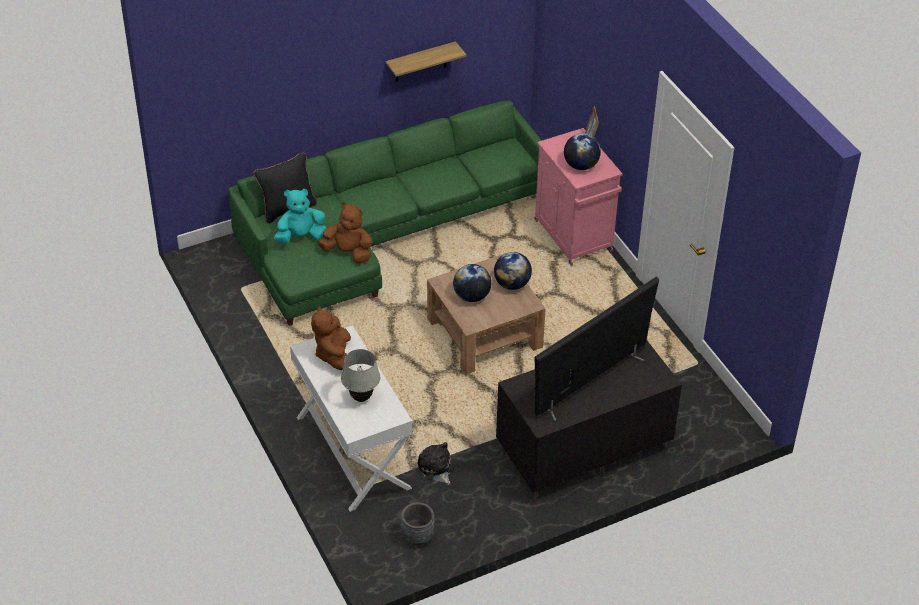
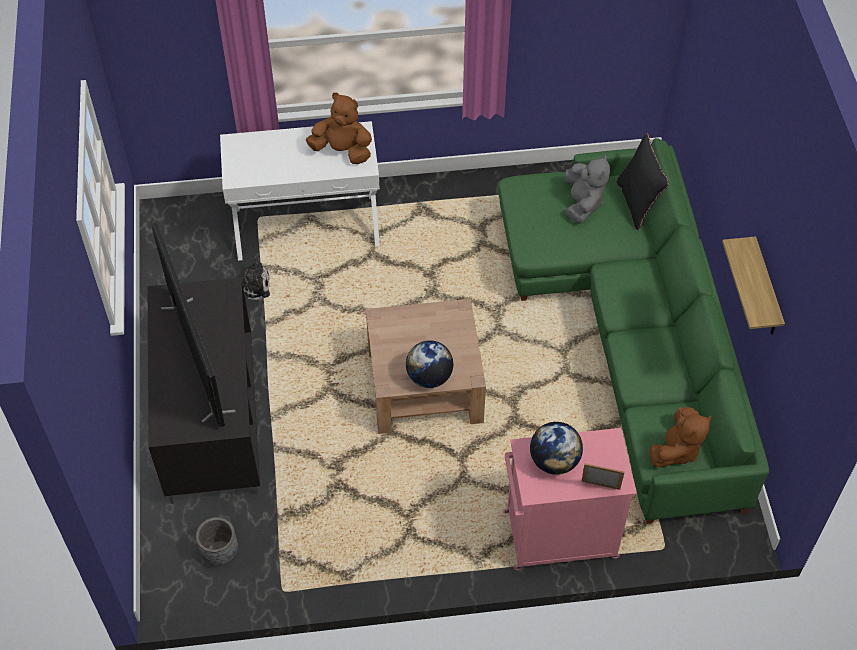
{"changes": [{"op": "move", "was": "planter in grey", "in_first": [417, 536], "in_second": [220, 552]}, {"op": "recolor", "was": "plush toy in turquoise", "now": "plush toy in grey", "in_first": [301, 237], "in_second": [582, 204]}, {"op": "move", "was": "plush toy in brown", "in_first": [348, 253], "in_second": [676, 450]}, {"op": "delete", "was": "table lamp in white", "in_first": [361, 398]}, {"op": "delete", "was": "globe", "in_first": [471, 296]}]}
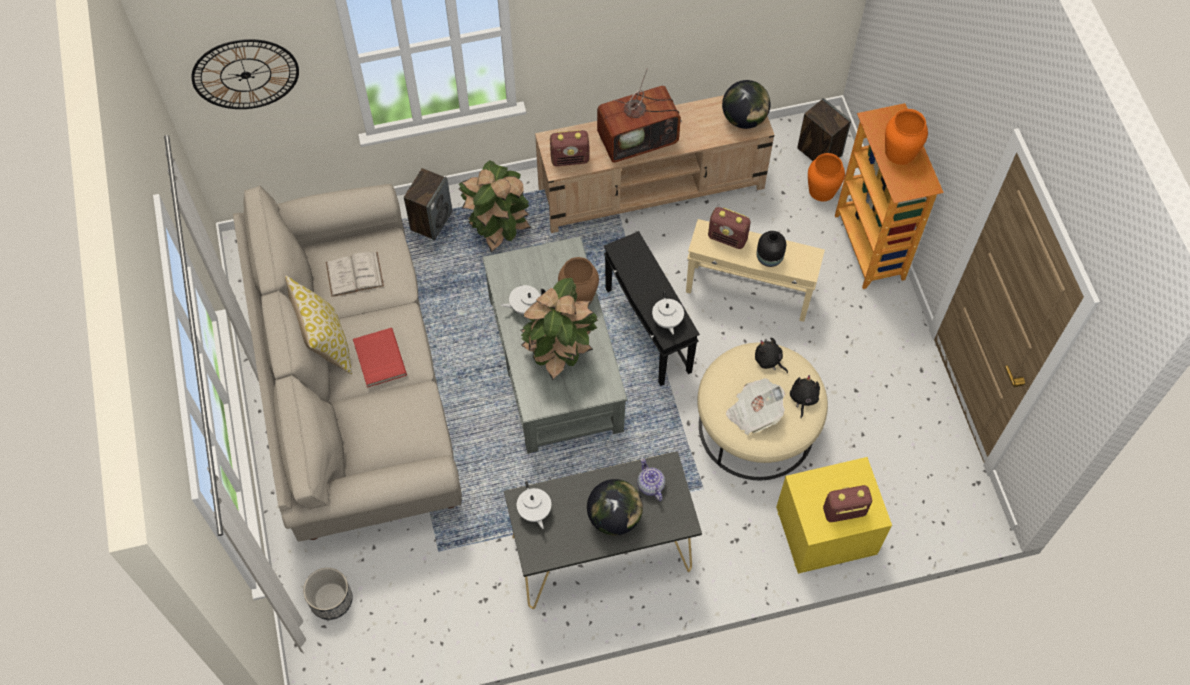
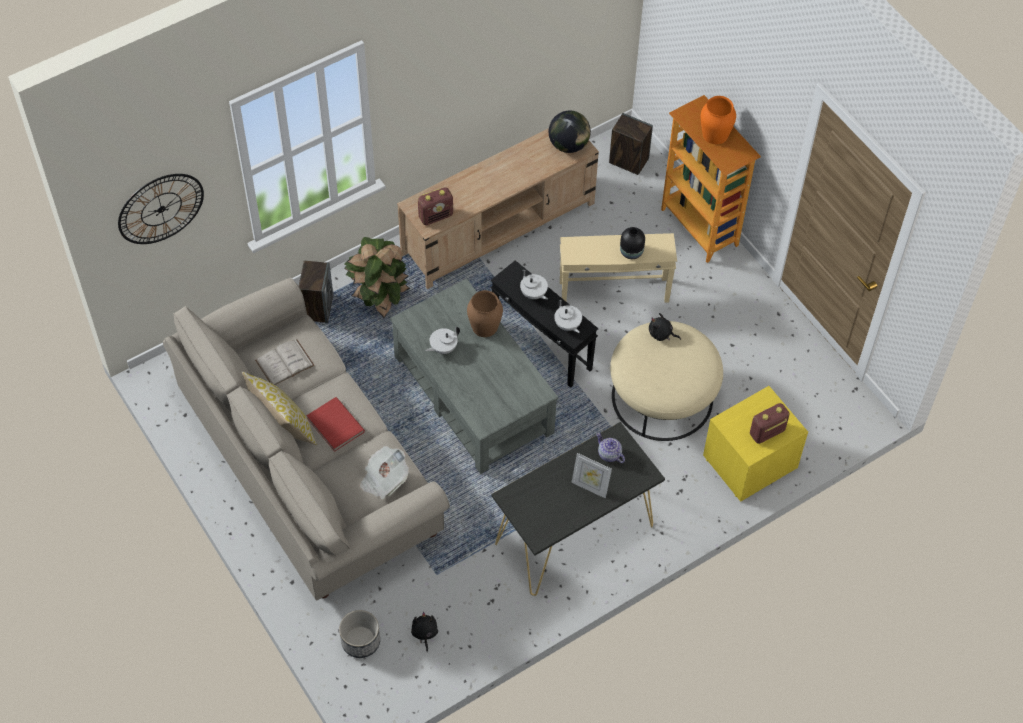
{"changes": [{"op": "move", "was": "newspaper", "in_first": [754, 413], "in_second": [384, 479]}, {"op": "move", "was": "plush toy in black", "in_first": [803, 398], "in_second": [424, 633]}, {"op": "move", "was": "teapot in white", "in_first": [534, 511], "in_second": [533, 294]}, {"op": "replace", "was": "globe", "now": "picture frame", "in_first": [614, 517], "in_second": [590, 487]}, {"op": "delete", "was": "potted plant", "in_first": [559, 353]}, {"op": "delete", "was": "television", "in_first": [639, 137]}, {"op": "delete", "was": "radio", "in_first": [728, 238]}, {"op": "delete", "was": "vase in orange", "in_first": [822, 190]}]}
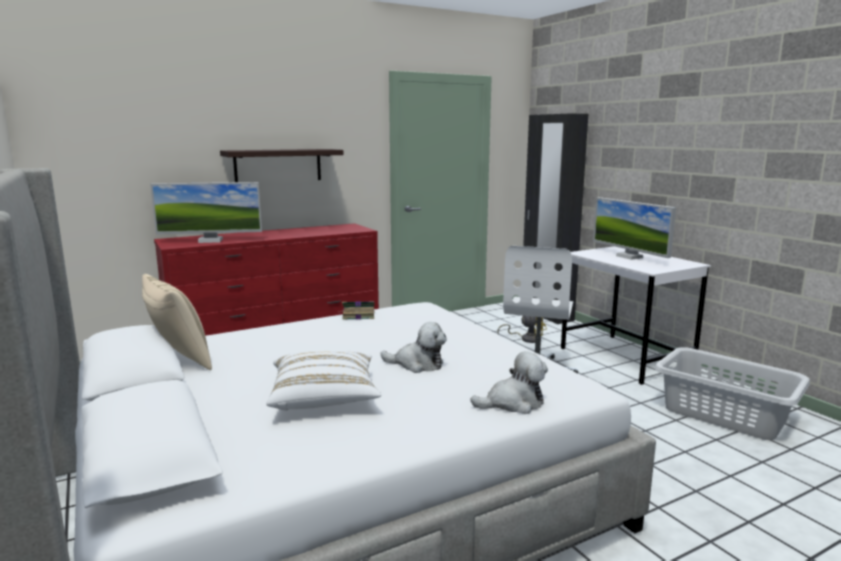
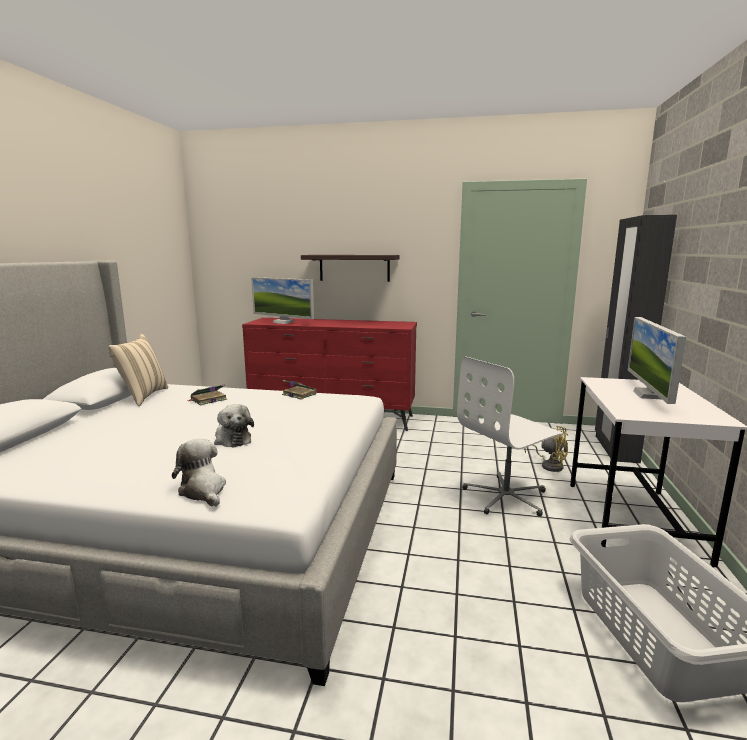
{"changes": [{"op": "rotate", "was": "plush toy", "in_first": [513, 403], "in_second": [203, 491], "clockwise": -150}, {"op": "insert", "now": "book", "in_second": [208, 400]}, {"op": "delete", "was": "pillow in white", "in_first": [324, 398]}]}
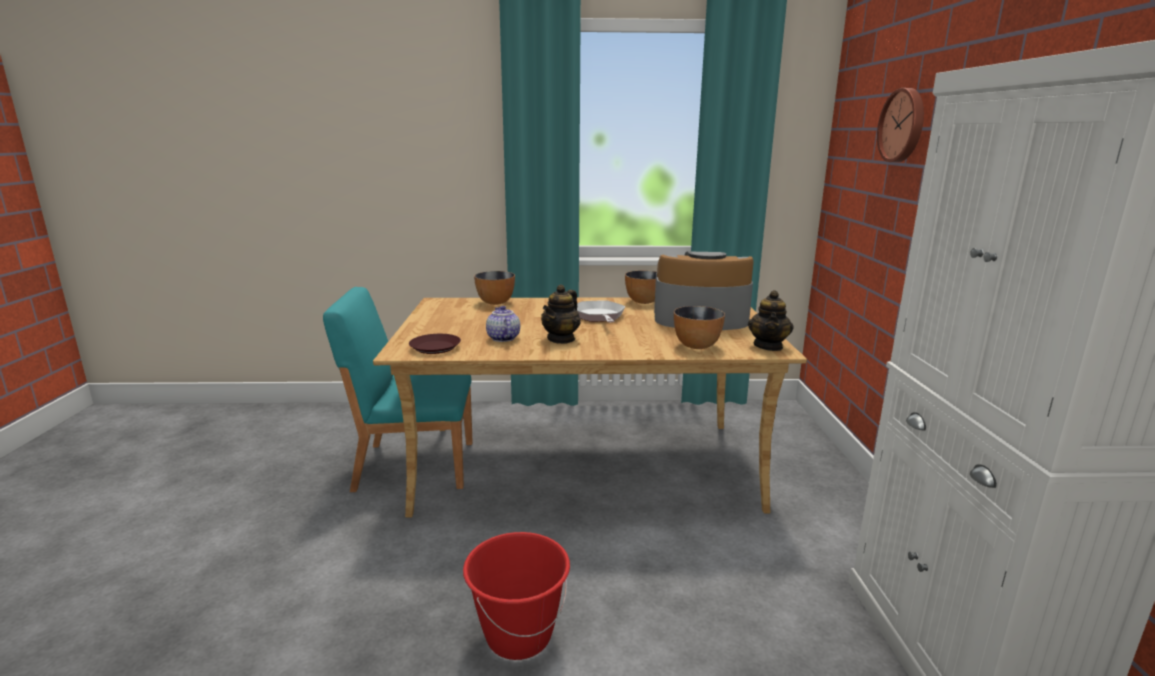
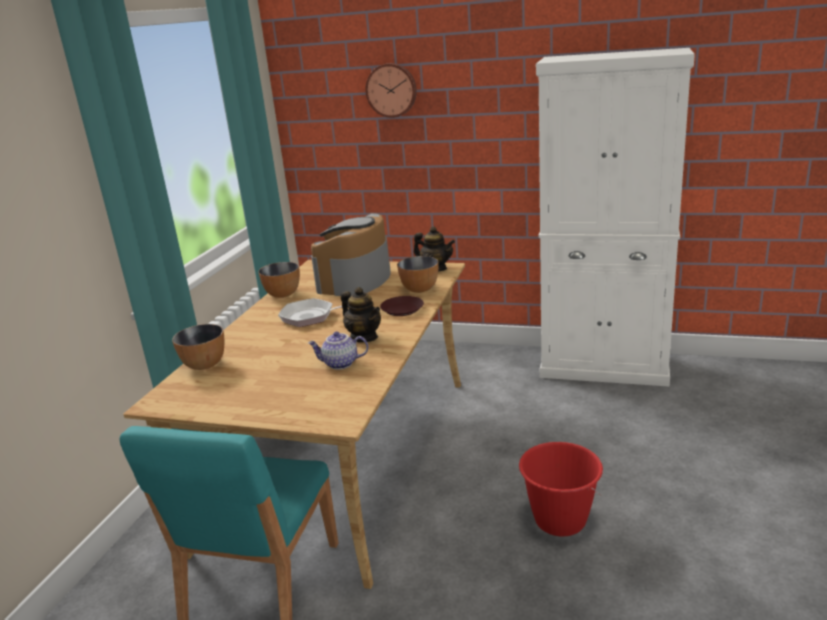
{"changes": [{"op": "move", "was": "plate in brown", "in_first": [435, 347], "in_second": [402, 309]}]}
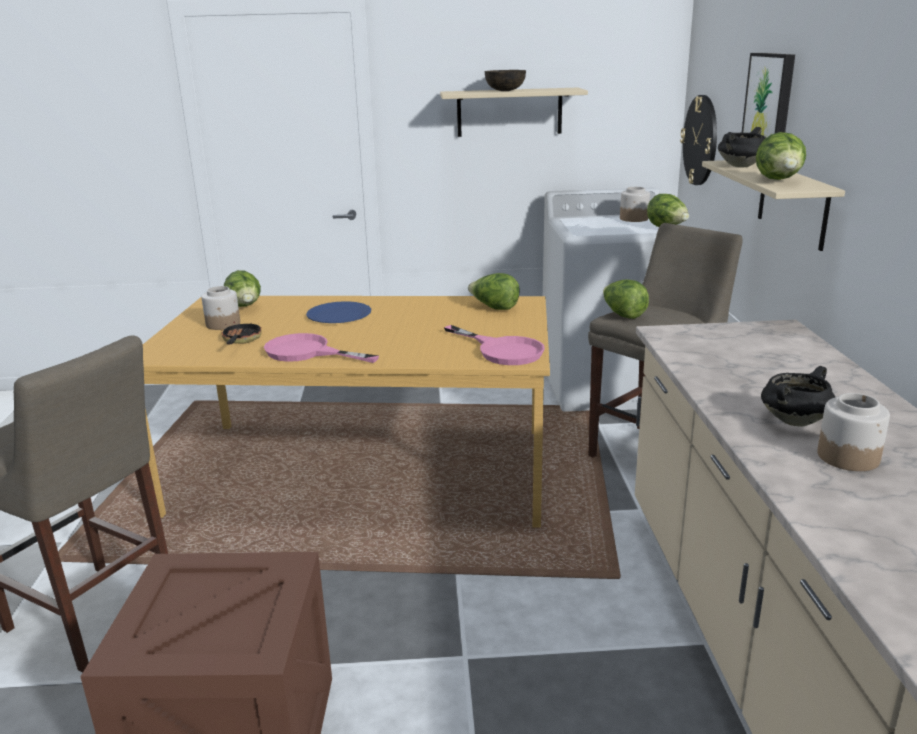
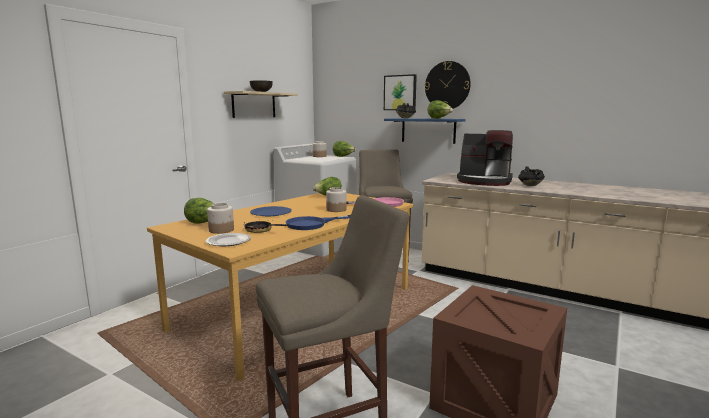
{"changes": [{"op": "insert", "now": "plate", "in_second": [228, 241]}, {"op": "recolor", "was": "frying pan in pink", "now": "frying pan in blue", "in_first": [307, 352], "in_second": [313, 224]}, {"op": "move", "was": "jar", "in_first": [848, 457], "in_second": [336, 209]}, {"op": "recolor", "was": "shelf in beige", "now": "shelf in blue", "in_first": [792, 203], "in_second": [428, 130]}, {"op": "move", "was": "wall clock", "in_first": [700, 140], "in_second": [447, 85]}, {"op": "insert", "now": "coffee machine", "in_second": [484, 181]}, {"op": "delete", "was": "lettuce", "in_first": [623, 315]}]}
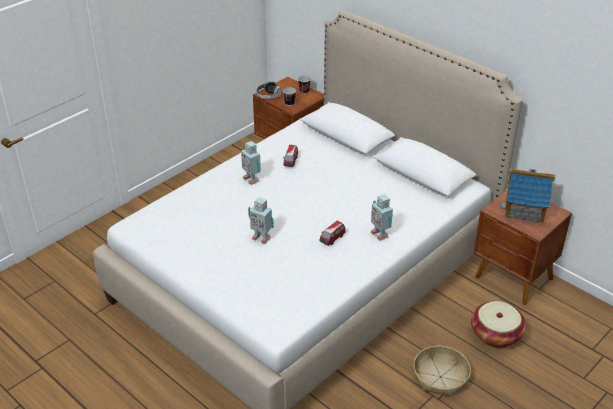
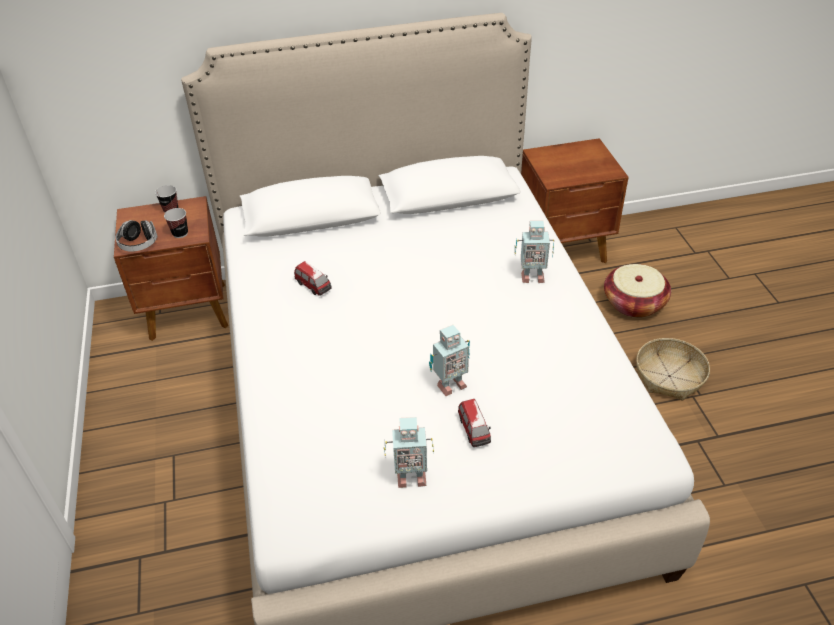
{"changes": [{"op": "move", "was": "toy robot", "in_first": [251, 179], "in_second": [410, 477]}, {"op": "move", "was": "toy car", "in_first": [332, 239], "in_second": [474, 430]}, {"op": "delete", "was": "toy house", "in_first": [525, 209]}]}
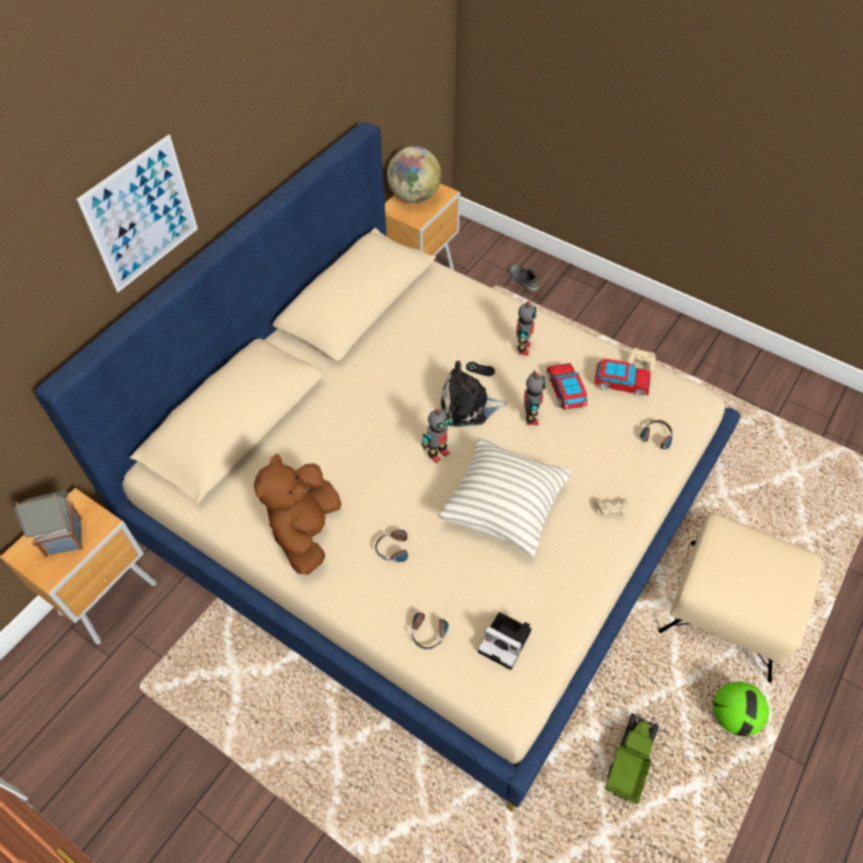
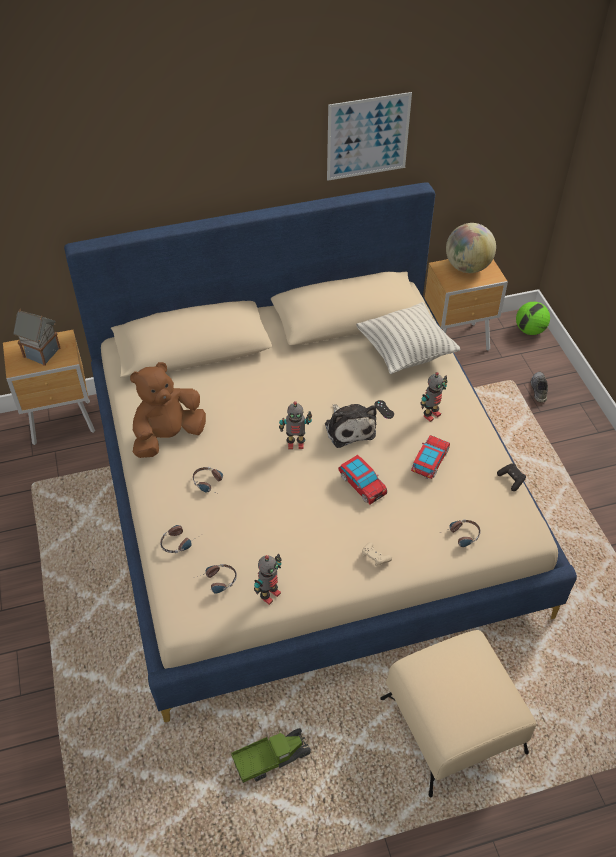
{"changes": [{"op": "replace", "was": "photo camera", "now": "headphones", "in_first": [506, 641], "in_second": [215, 582]}, {"op": "move", "was": "toy robot", "in_first": [530, 418], "in_second": [269, 594]}, {"op": "rotate", "was": "plush toy", "in_first": [468, 406], "in_second": [349, 428], "clockwise": -150}, {"op": "move", "was": "picture", "in_first": [142, 215], "in_second": [368, 137]}, {"op": "move", "was": "toy car", "in_first": [621, 383], "in_second": [362, 484]}, {"op": "move", "was": "pillow", "in_first": [503, 508], "in_second": [405, 352]}, {"op": "recolor", "was": "game controller in beige", "now": "game controller in black", "in_first": [640, 364], "in_second": [511, 479]}, {"op": "move", "was": "football", "in_first": [733, 716], "in_second": [529, 330]}]}
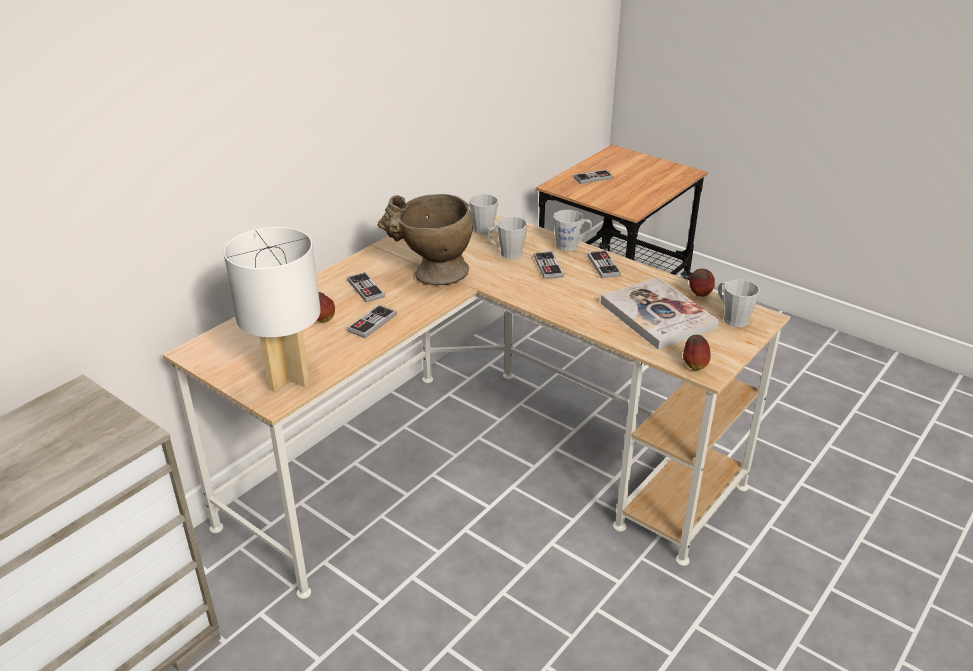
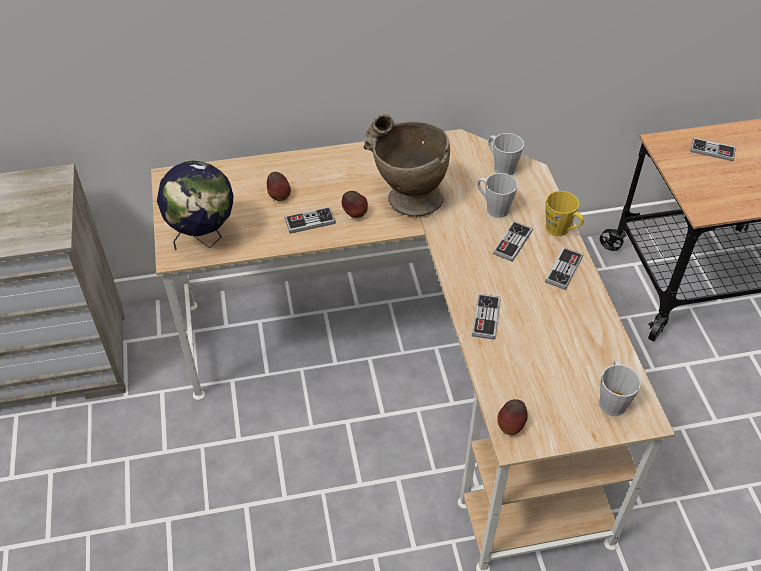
{"changes": [{"op": "replace", "was": "table lamp in white", "now": "globe", "in_first": [288, 377], "in_second": [204, 238]}, {"op": "move", "was": "apple", "in_first": [699, 295], "in_second": [355, 215]}, {"op": "move", "was": "game controller", "in_first": [366, 289], "in_second": [486, 318]}, {"op": "recolor", "was": "mug in grey", "now": "mug in yellow", "in_first": [571, 246], "in_second": [561, 230]}, {"op": "delete", "was": "book", "in_first": [657, 315]}]}
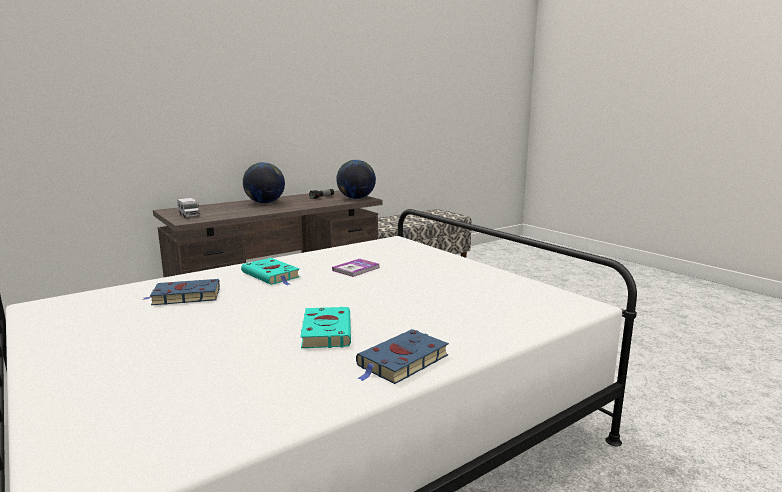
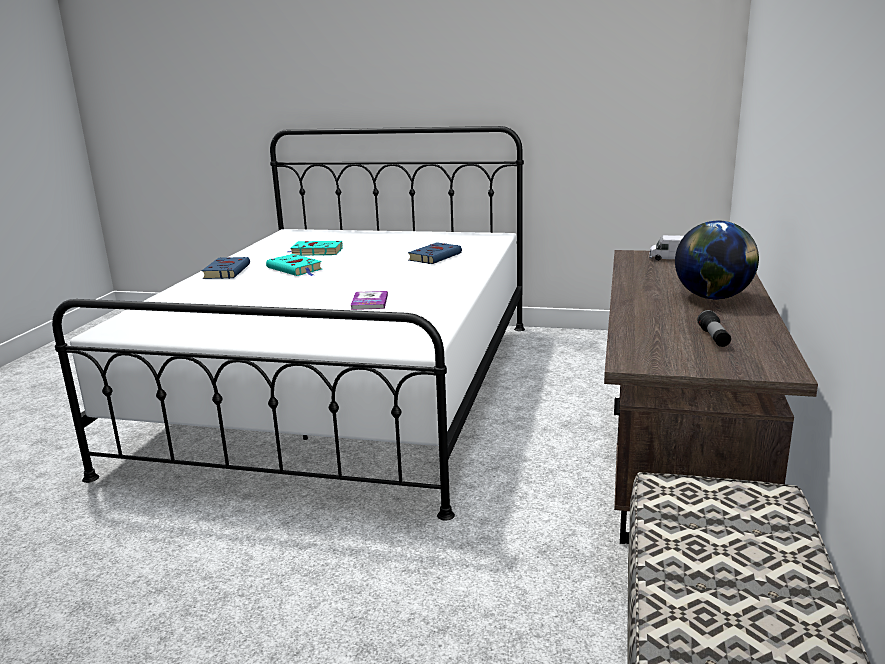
{"changes": [{"op": "move", "was": "book in turquoise", "in_first": [272, 275], "in_second": [315, 252]}, {"op": "delete", "was": "globe", "in_first": [356, 198]}]}
